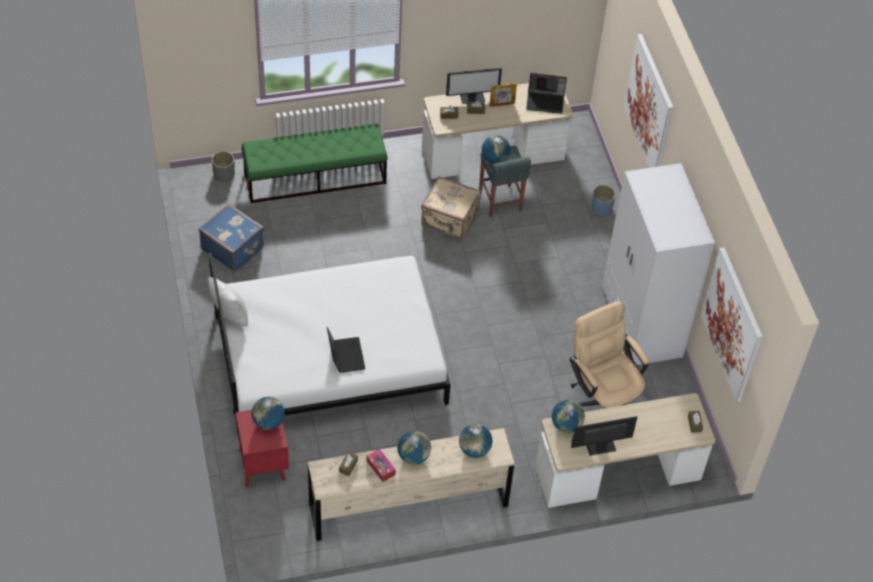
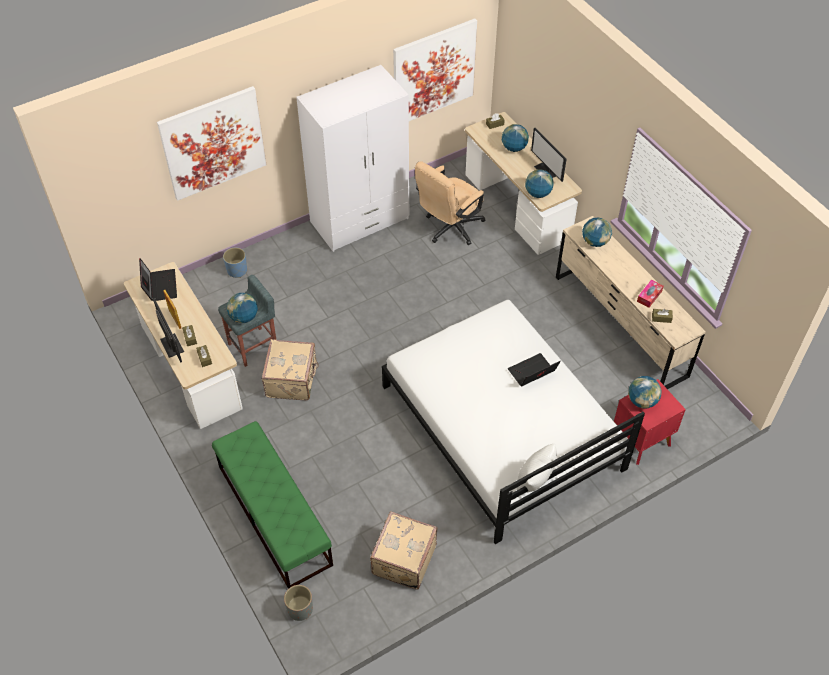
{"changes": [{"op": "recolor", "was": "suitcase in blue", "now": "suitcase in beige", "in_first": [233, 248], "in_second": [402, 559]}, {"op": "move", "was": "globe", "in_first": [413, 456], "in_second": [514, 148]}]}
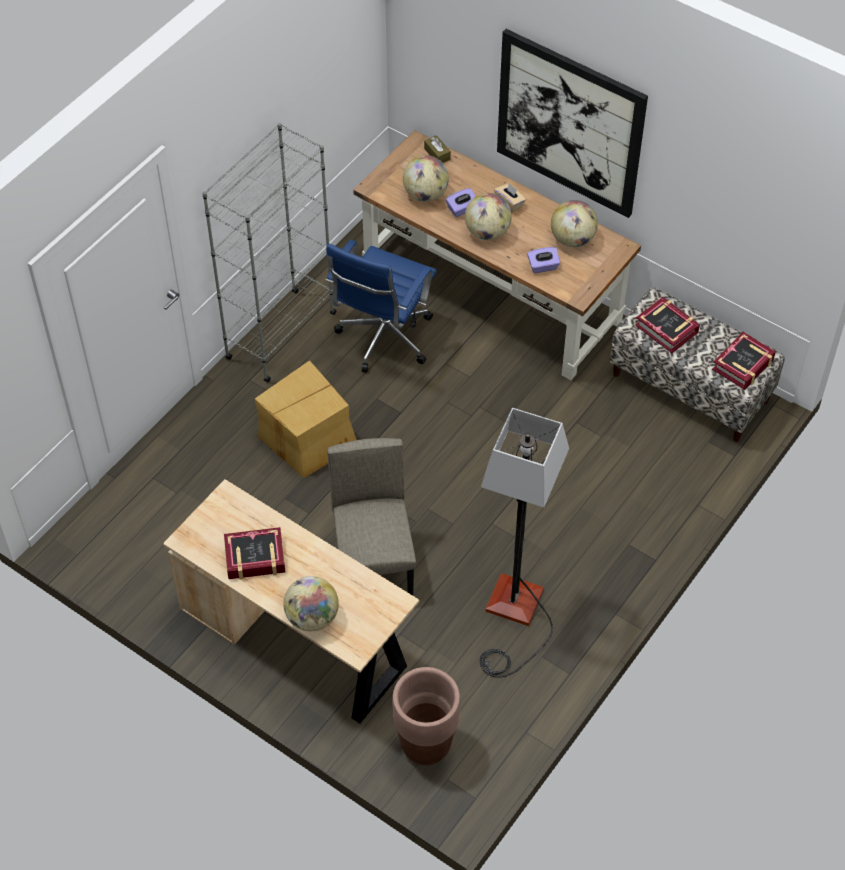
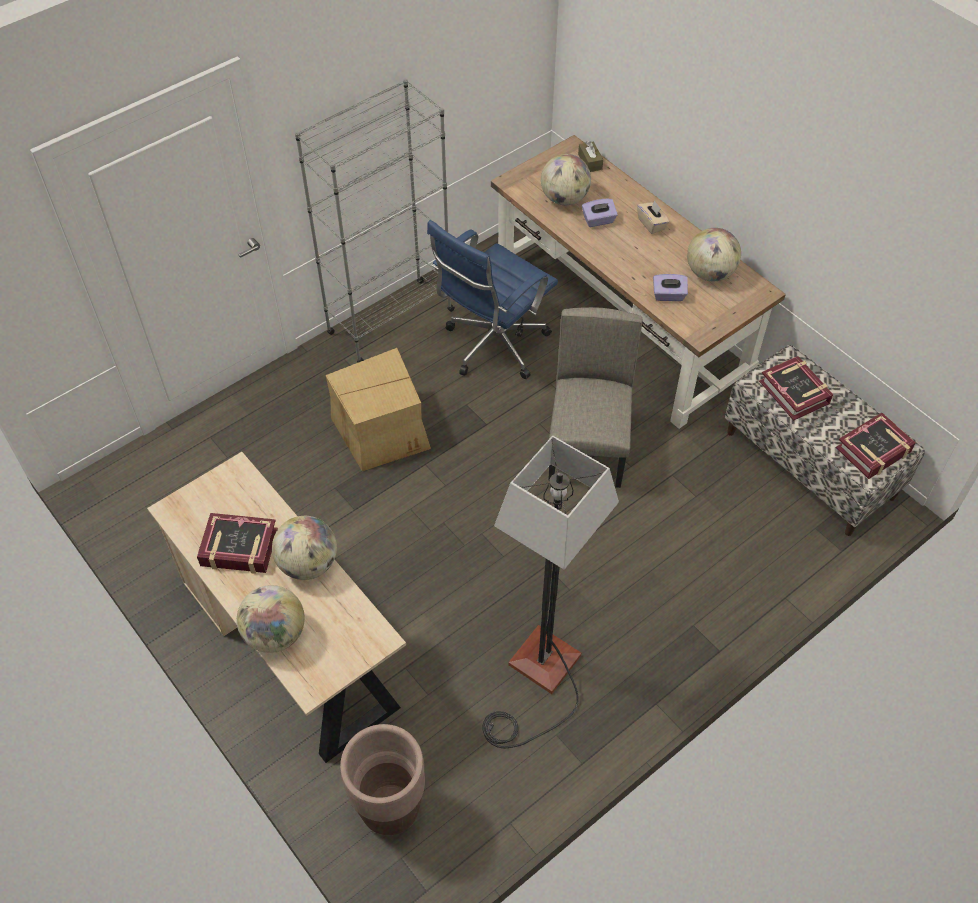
{"changes": [{"op": "move", "was": "globe", "in_first": [487, 232], "in_second": [308, 564]}, {"op": "move", "was": "chair in beige", "in_first": [374, 564], "in_second": [588, 449]}, {"op": "delete", "was": "picture", "in_first": [570, 123]}]}
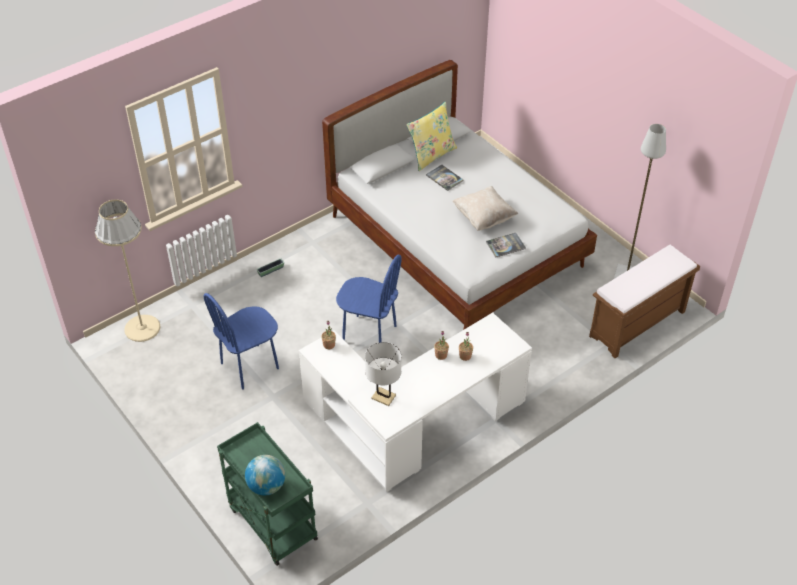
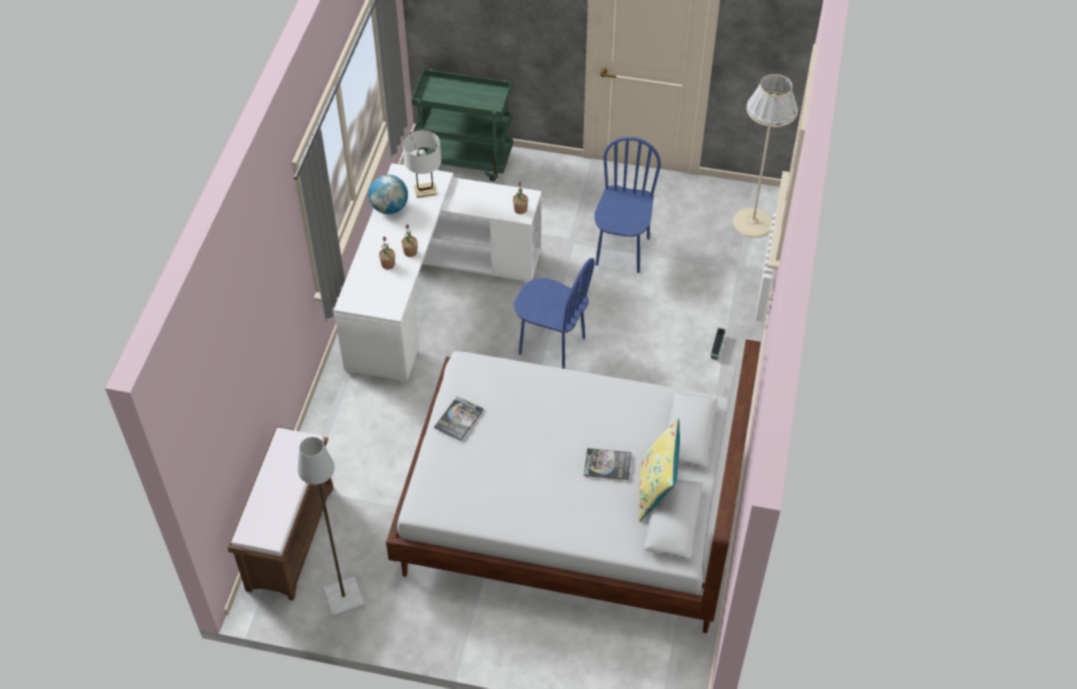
{"changes": [{"op": "move", "was": "globe", "in_first": [266, 486], "in_second": [389, 208]}, {"op": "rotate", "was": "chair in blue", "in_first": [369, 334], "in_second": [552, 346], "clockwise": -135}, {"op": "delete", "was": "pillow in beige", "in_first": [484, 218]}]}
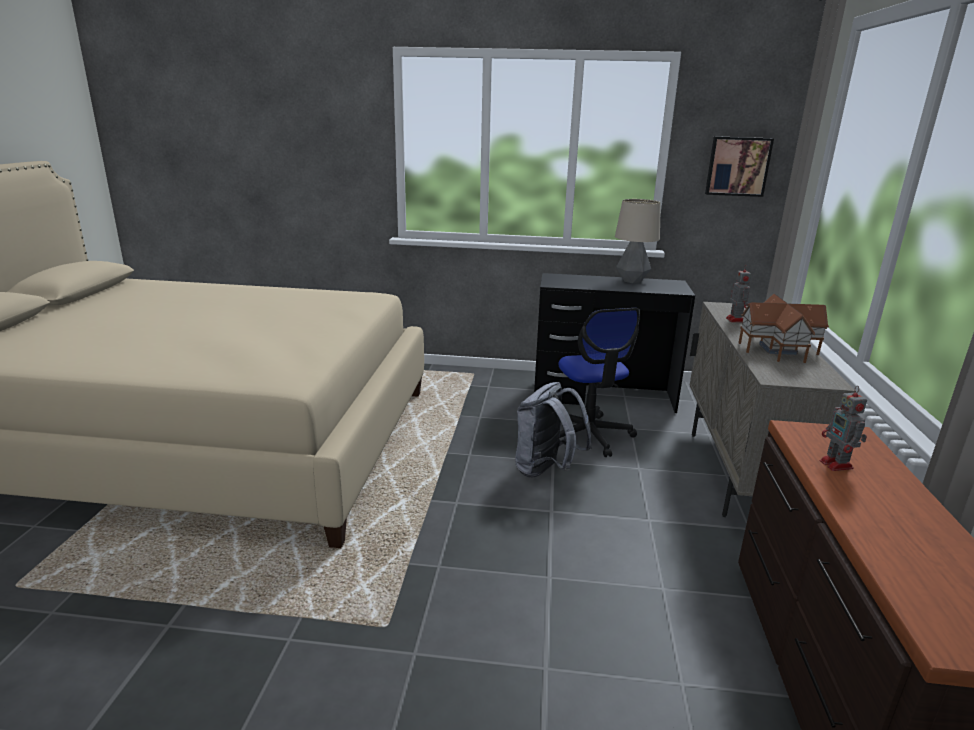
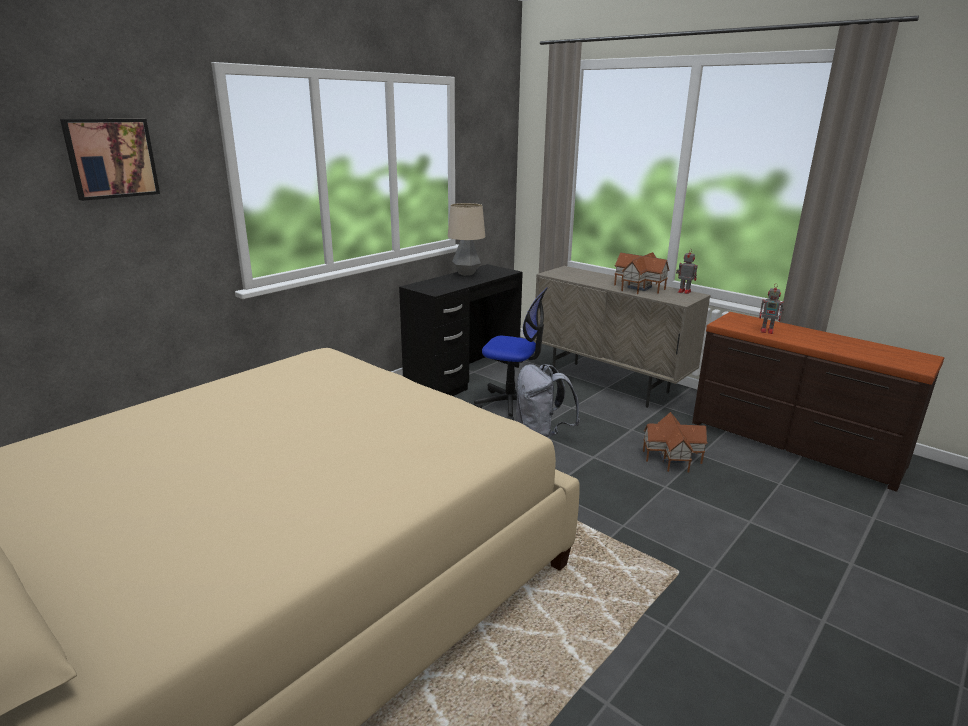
{"changes": [{"op": "move", "was": "picture", "in_first": [737, 166], "in_second": [111, 158]}, {"op": "insert", "now": "toy house", "in_second": [670, 456]}, {"op": "move", "was": "toy robot", "in_first": [735, 319], "in_second": [683, 291]}]}
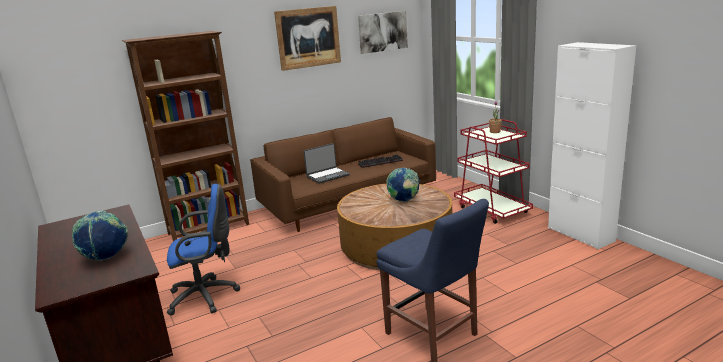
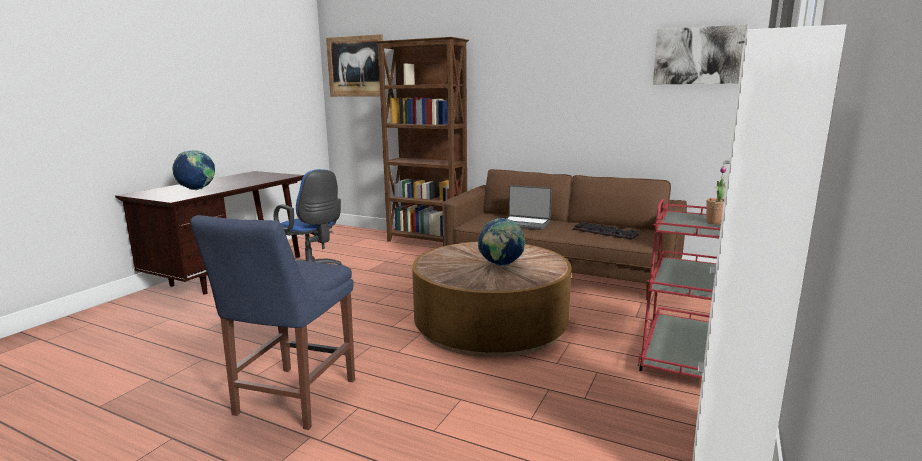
{"changes": [{"op": "move", "was": "picture", "in_first": [308, 37], "in_second": [356, 66]}]}
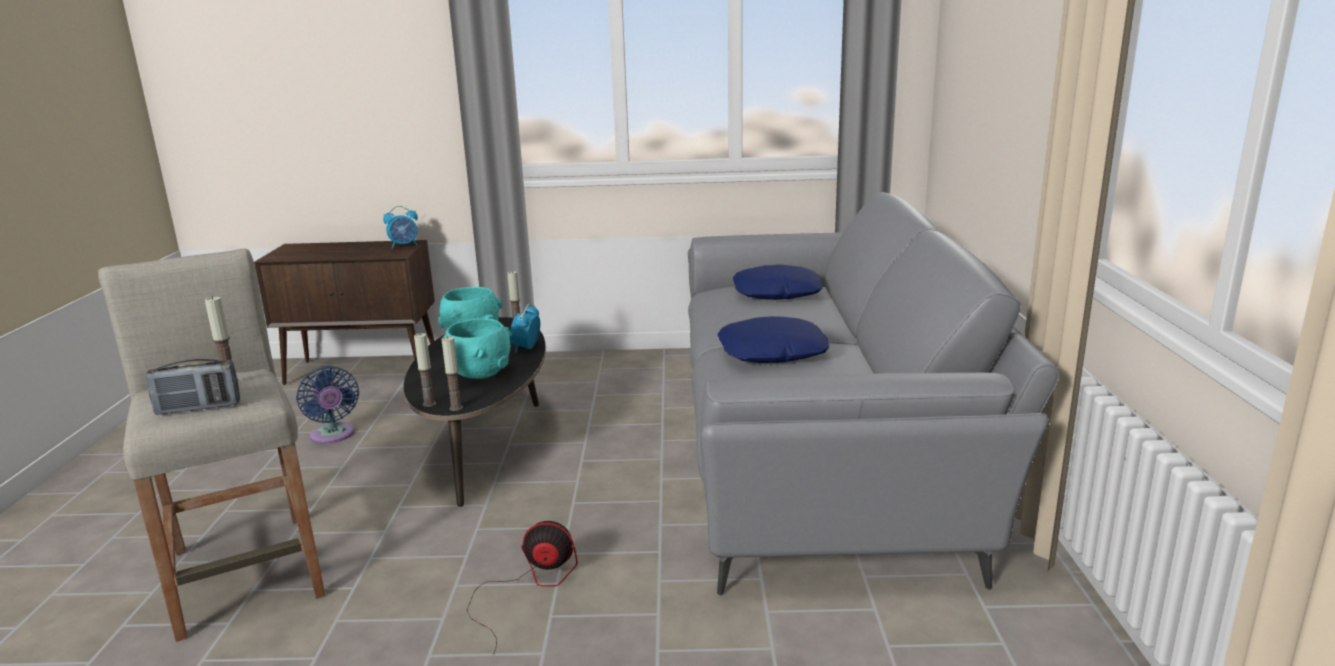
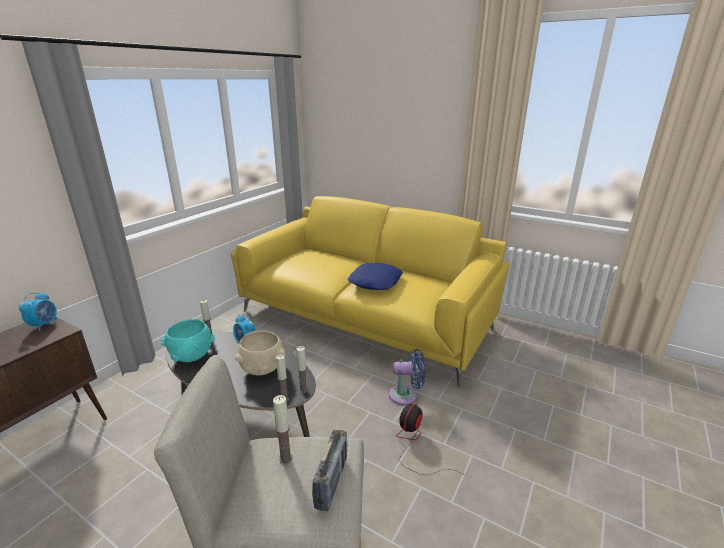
{"changes": [{"op": "recolor", "was": "sofa in grey", "now": "sofa in yellow", "in_first": [818, 443], "in_second": [367, 317]}, {"op": "recolor", "was": "bowl in turquoise", "now": "bowl in beige", "in_first": [479, 374], "in_second": [262, 369]}, {"op": "move", "was": "fan in blue", "in_first": [333, 436], "in_second": [406, 395]}, {"op": "delete", "was": "pillow in blue", "in_first": [777, 293]}]}
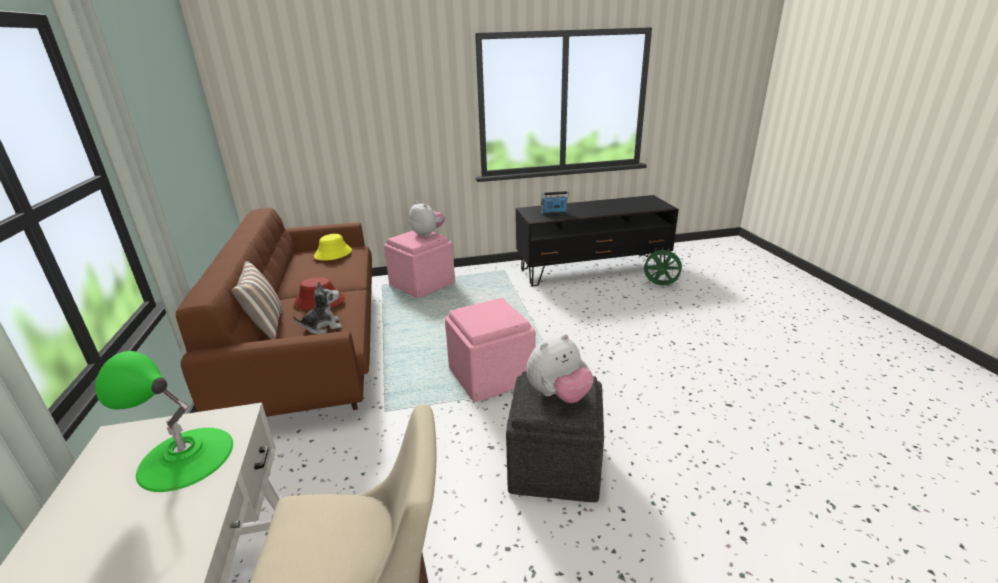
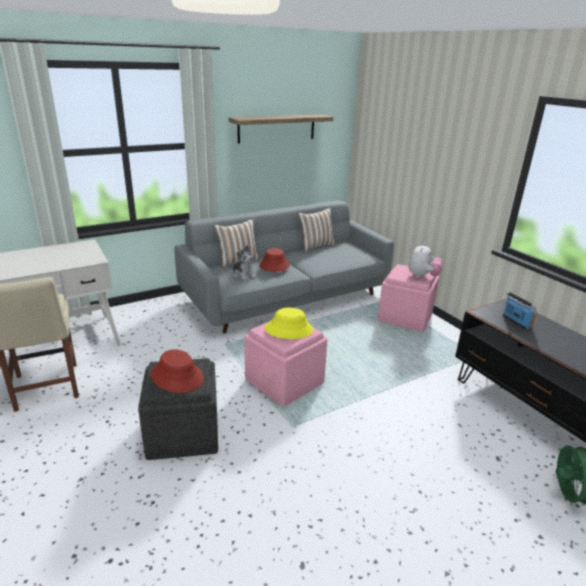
{"changes": [{"op": "replace", "was": "plush toy", "now": "hat in red", "in_first": [558, 395], "in_second": [177, 376]}, {"op": "recolor", "was": "sofa in brown", "now": "sofa in grey", "in_first": [313, 343], "in_second": [287, 297]}, {"op": "insert", "now": "shelf", "in_second": [277, 128]}, {"op": "move", "was": "hat in yellow", "in_first": [333, 254], "in_second": [289, 329]}, {"op": "insert", "now": "pillow", "in_second": [316, 246]}, {"op": "delete", "was": "table lamp in green", "in_first": [185, 457]}]}
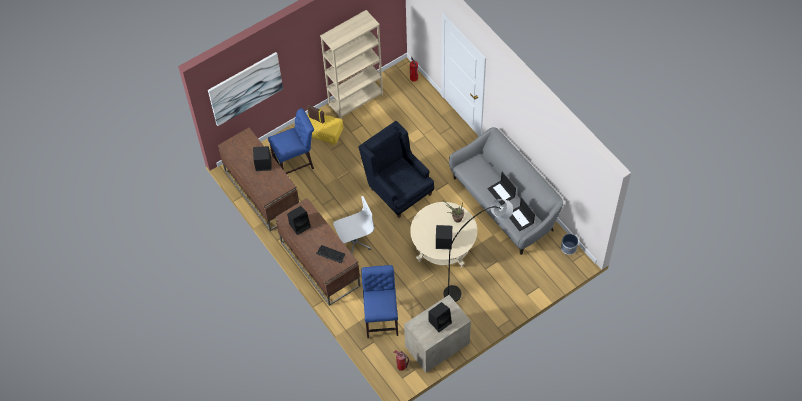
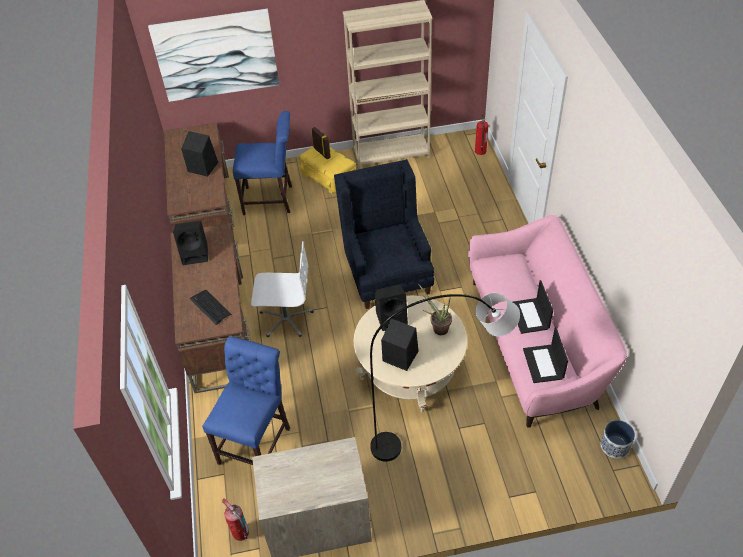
{"changes": [{"op": "move", "was": "speaker in black", "in_first": [440, 321], "in_second": [392, 318]}, {"op": "recolor", "was": "sofa in grey", "now": "sofa in pink", "in_first": [505, 204], "in_second": [535, 343]}]}
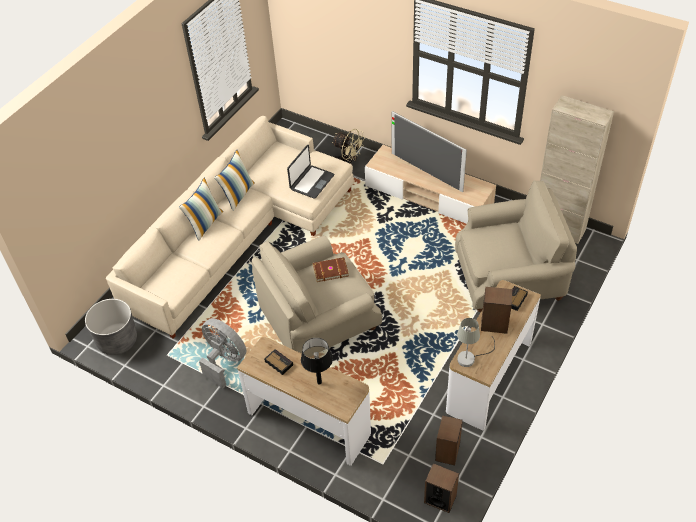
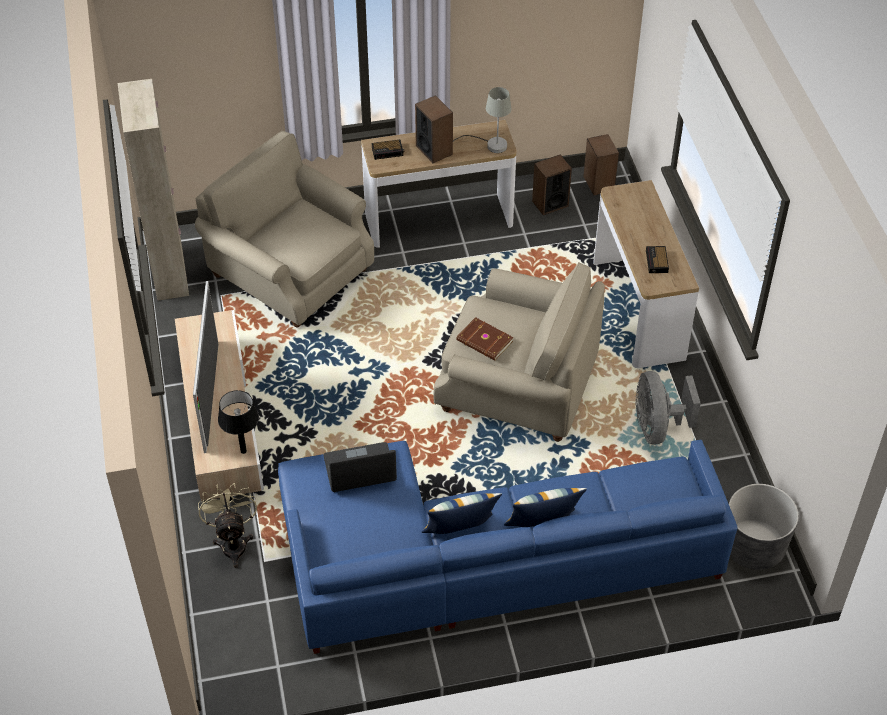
{"changes": [{"op": "move", "was": "table lamp in black", "in_first": [319, 382], "in_second": [243, 451]}, {"op": "recolor", "was": "sofa in beige", "now": "sofa in blue", "in_first": [240, 234], "in_second": [480, 562]}]}
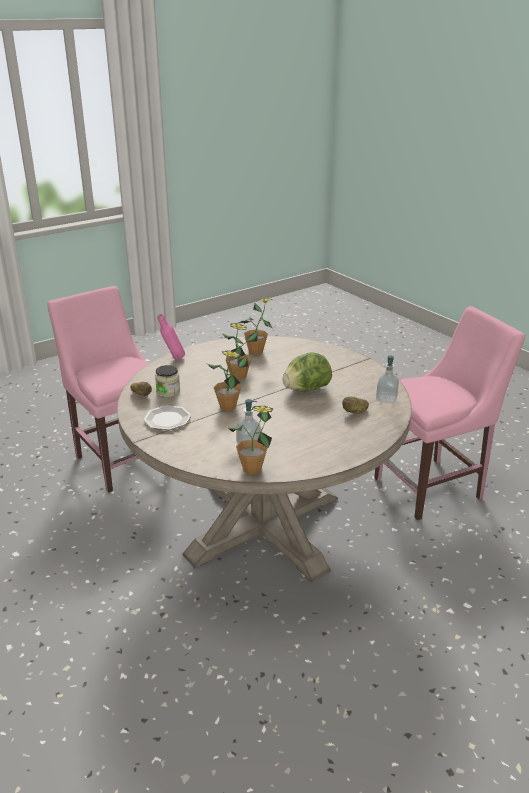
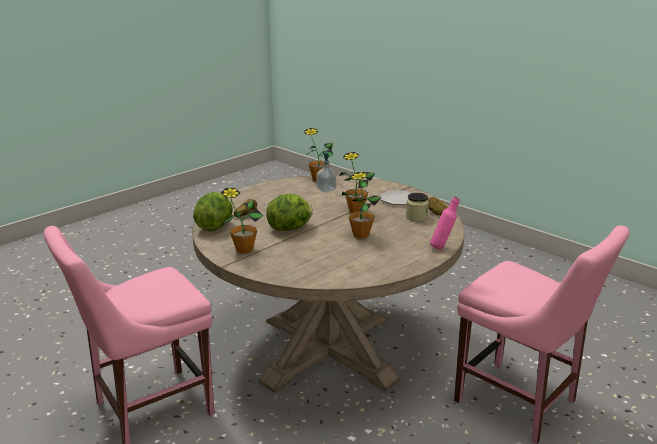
{"changes": [{"op": "replace", "was": "soap dispenser", "now": "lettuce", "in_first": [386, 398], "in_second": [215, 226]}, {"op": "move", "was": "potted plant", "in_first": [256, 351], "in_second": [244, 250]}]}
